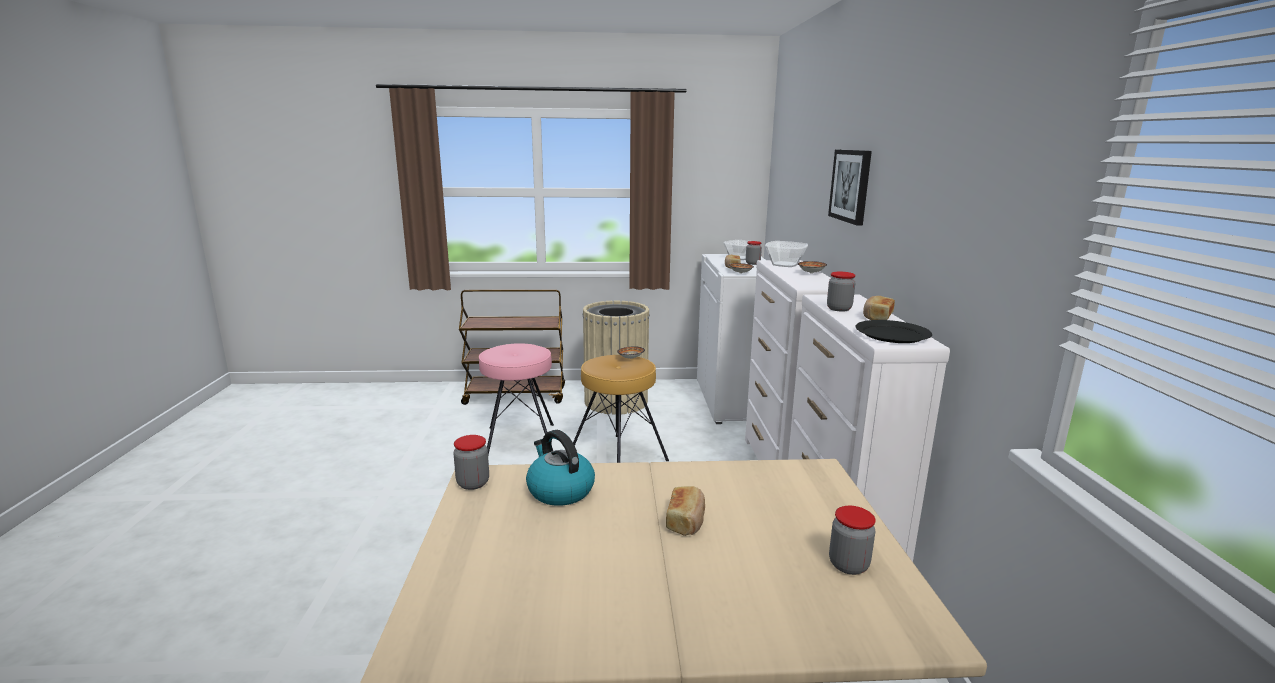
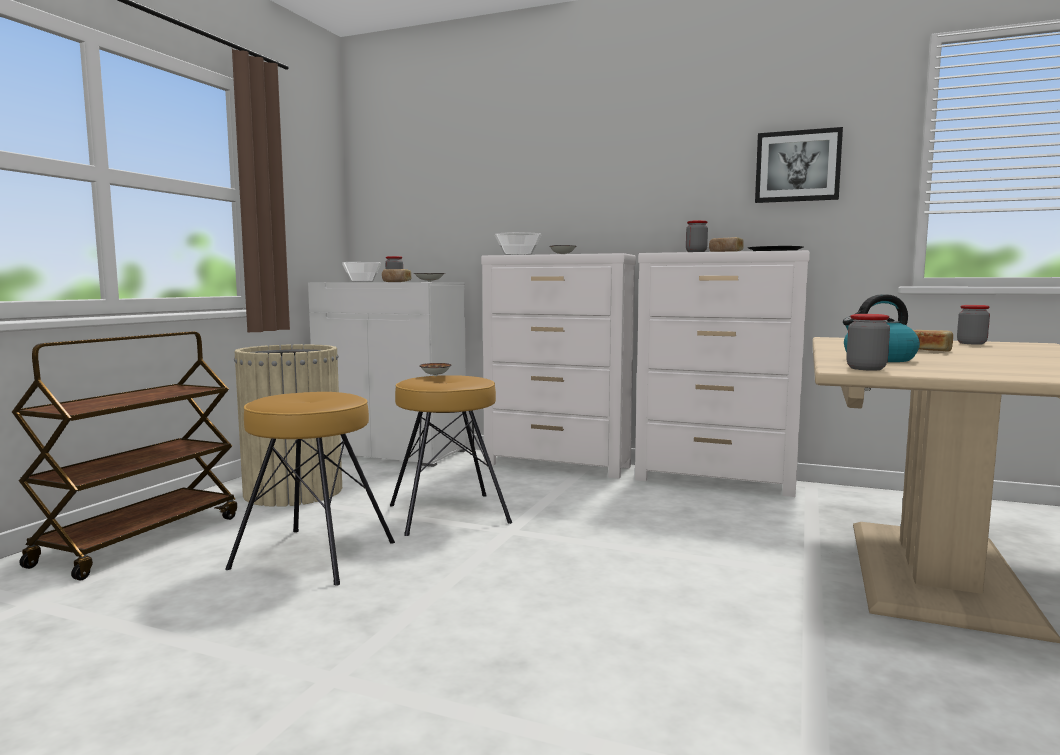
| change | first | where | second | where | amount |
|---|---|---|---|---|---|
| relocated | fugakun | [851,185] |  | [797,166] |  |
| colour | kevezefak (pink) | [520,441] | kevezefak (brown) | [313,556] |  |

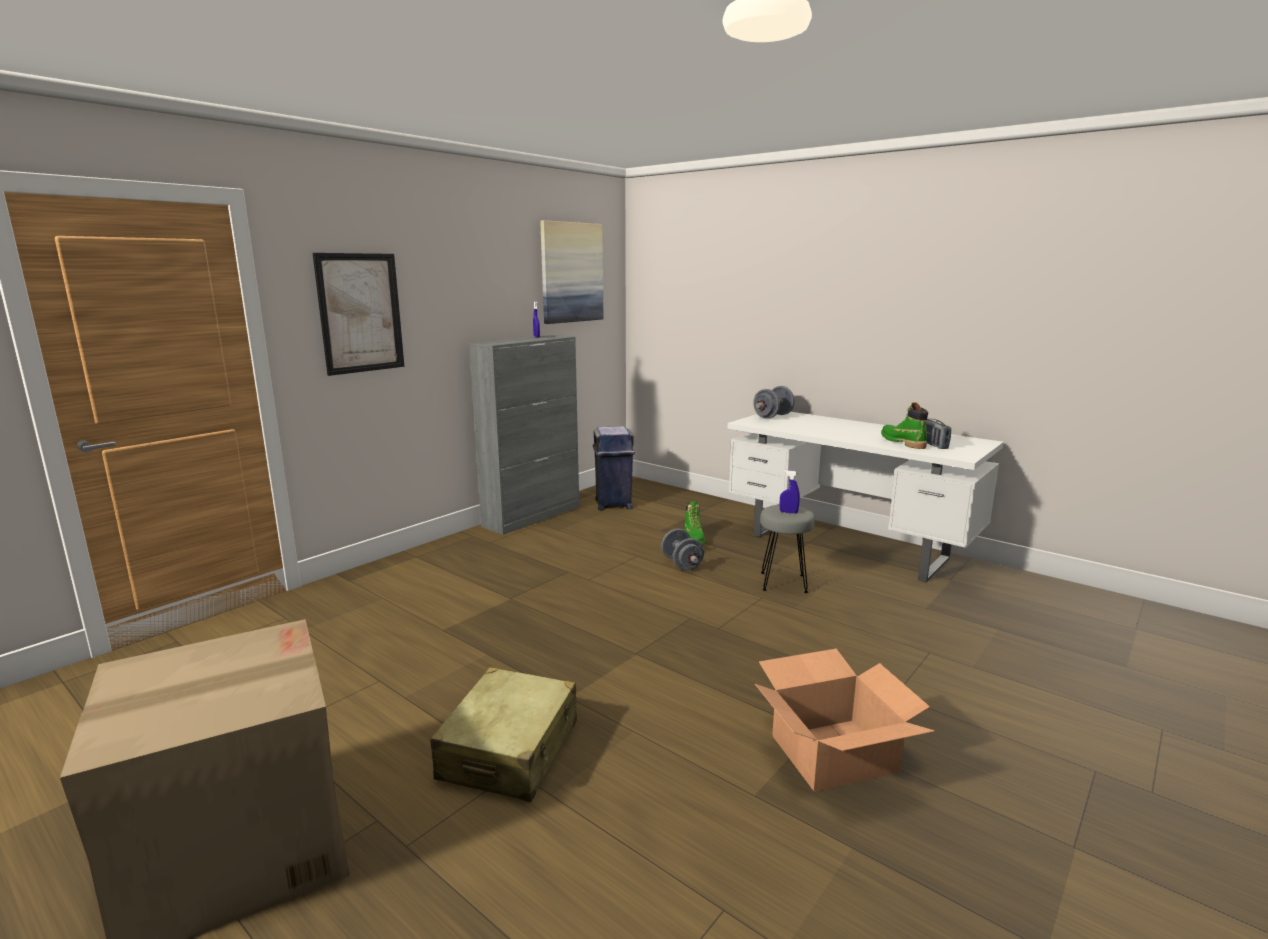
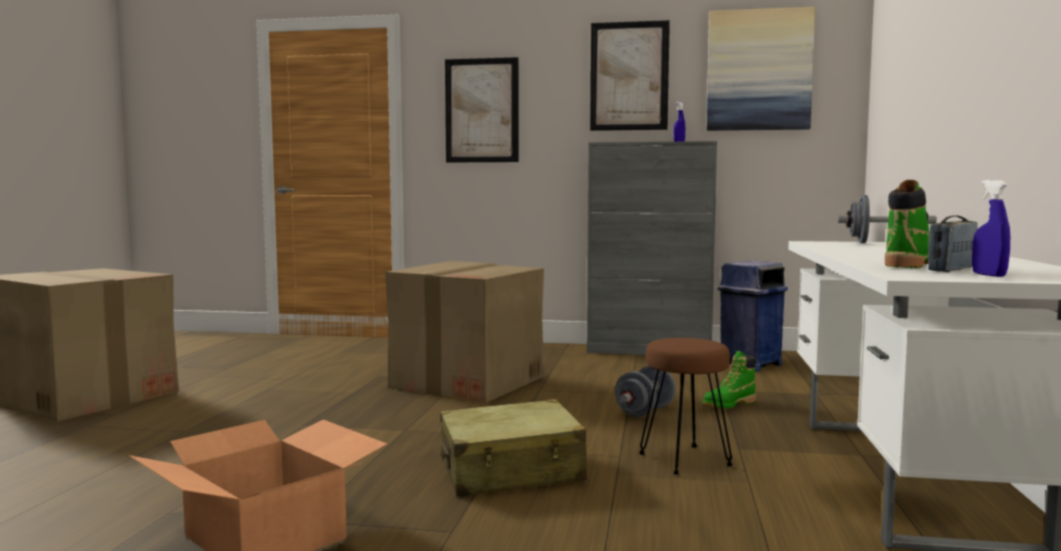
| change | first | where | second | where | amount |
|---|---|---|---|---|---|
| appeared |  |  | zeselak | [468,381] |  |
| appeared |  |  | fugakun | [629,76] |  |
| relocated | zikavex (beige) | [510,750] |  | [511,471] |  |
| relocated | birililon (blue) | [788,512] |  | [988,275] |  |
| colour | kevezefak (grey) | [782,582] | kevezefak (brown) | [684,459] |  |

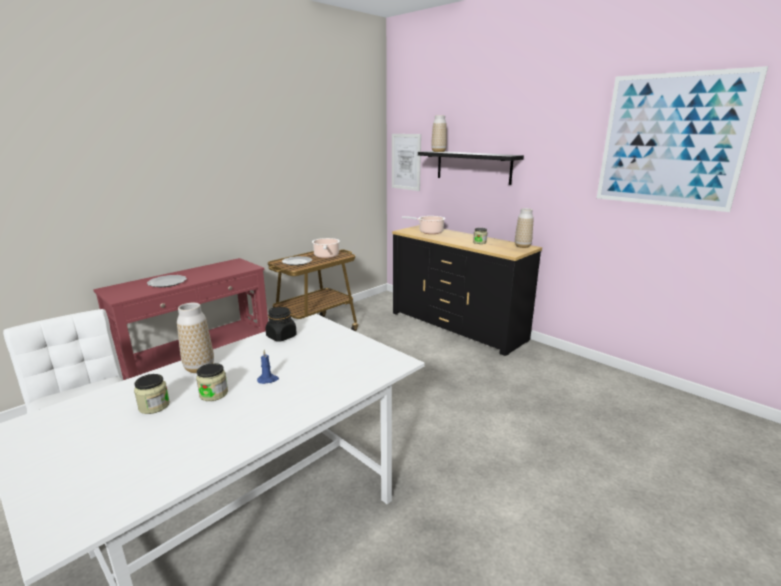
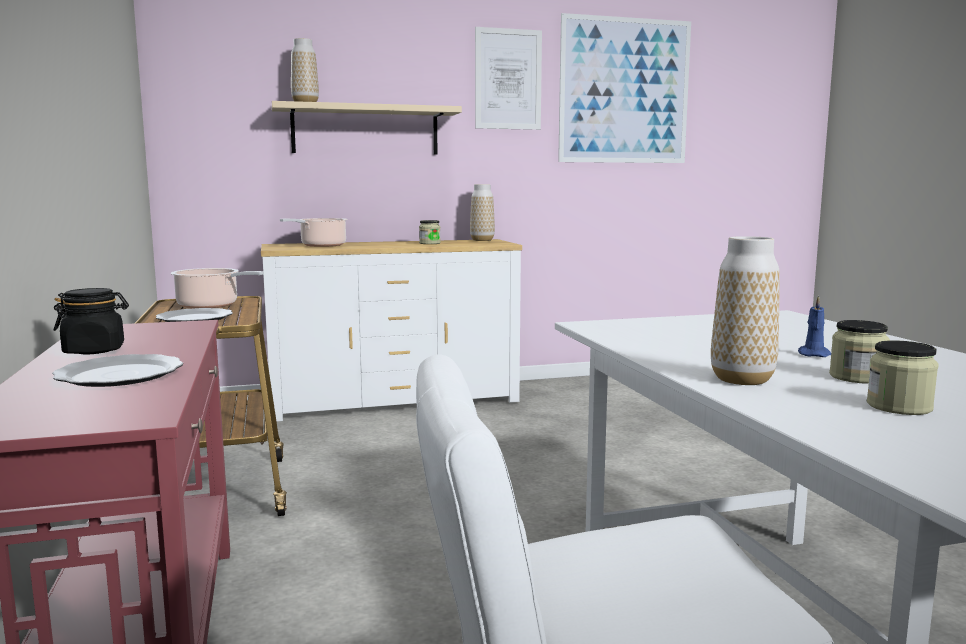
| change | first | where | second | where | amount |
|---|---|---|---|---|---|
| relocated | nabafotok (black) | [281,336] |  | [95,350] |  |
| relocated | fugakun | [406,162] |  | [508,79] |  |
| colour | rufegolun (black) | [457,326] | rufegolun (white) | [394,401] |  |
| colour | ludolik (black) | [473,167] | ludolik (beige) | [365,130] |  |

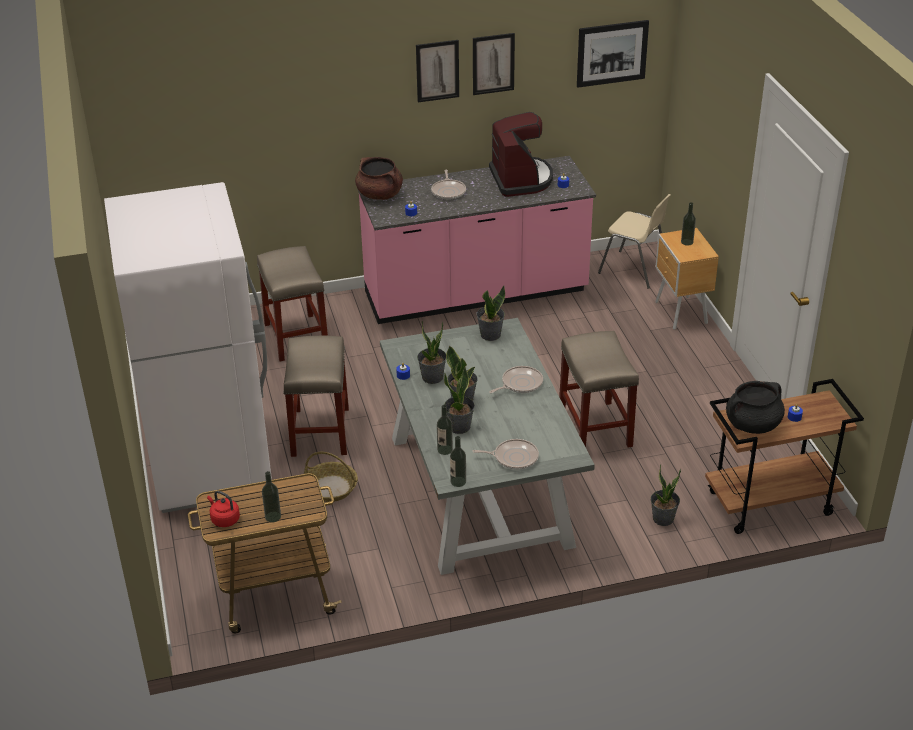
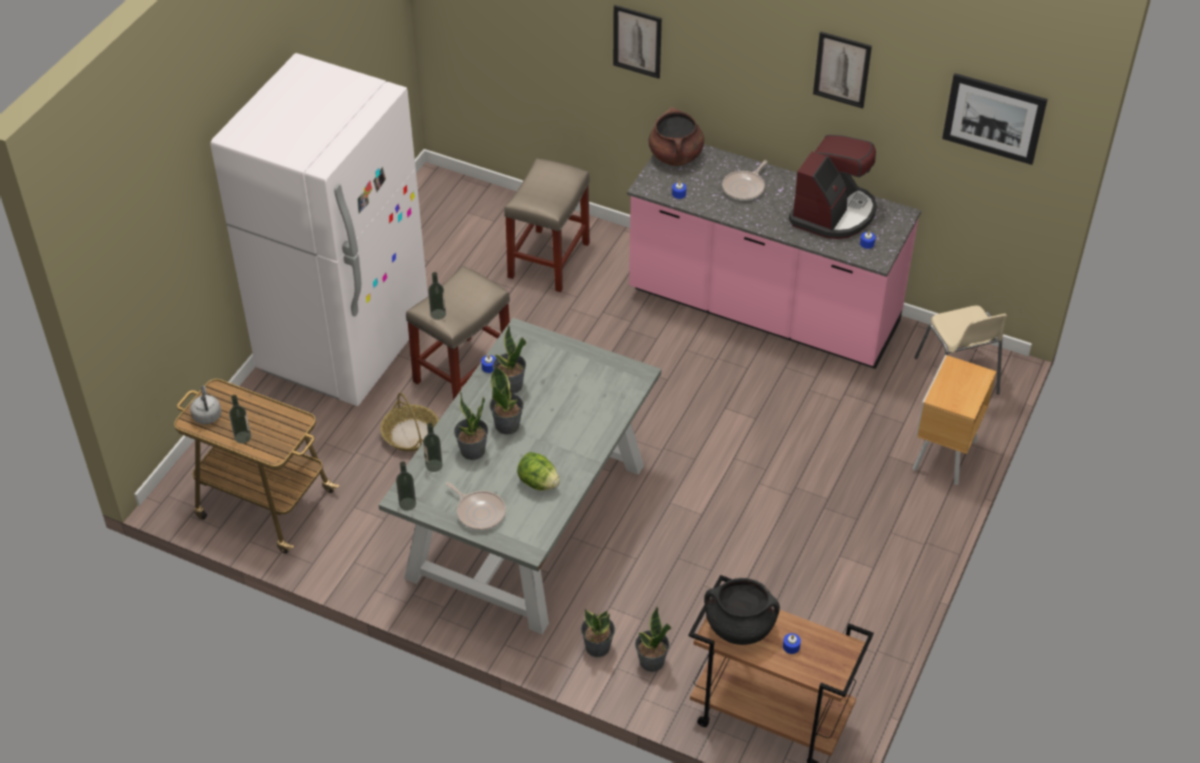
| change | first | where | second | where | amount |
|---|---|---|---|---|---|
| missing | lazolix | [520,384] |  |  |  |
| missing | kevezefak (beige) | [595,428] |  |  |  |
| appeared |  |  | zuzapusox | [538,483] |  |
| relocated | fugakun | [437,71] |  | [637,41] |  |
| relocated | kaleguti | [490,334] |  | [597,646] |  |
| relocated | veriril | [687,242] |  | [438,314] |  |
| colour | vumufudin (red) | [224,519] | vumufudin (grey) | [207,415] |  |

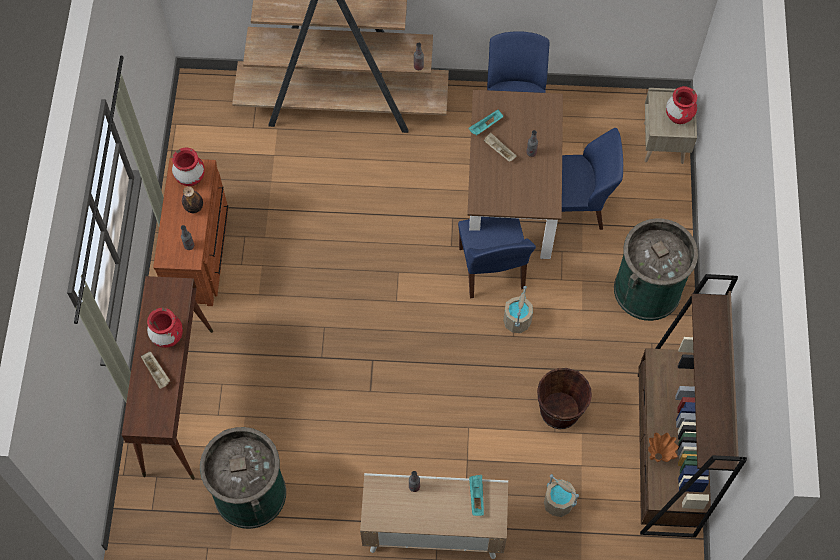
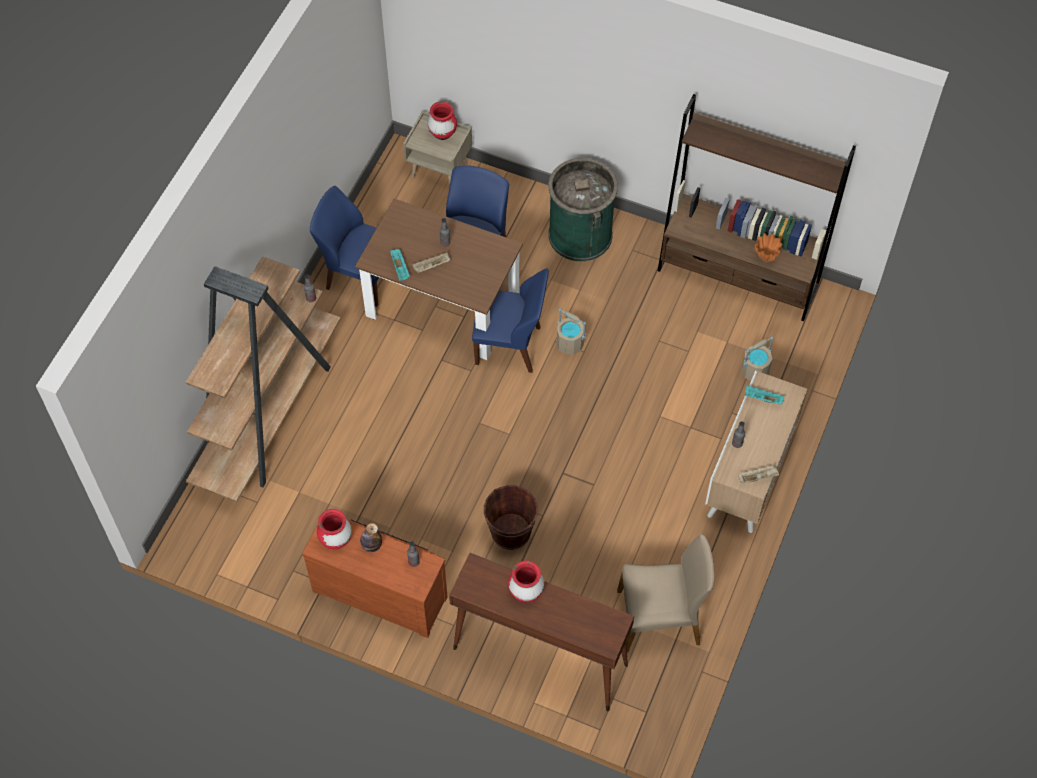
| change | first | where | second | where | amount |
|---|---|---|---|---|---|
| relocated | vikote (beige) | [157,372] |  | [758,477] |  |
| relocated | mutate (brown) | [559,411] |  | [510,532] |  |
| exchanged | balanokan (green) | [250,493] | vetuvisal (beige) | [660,618] |  |

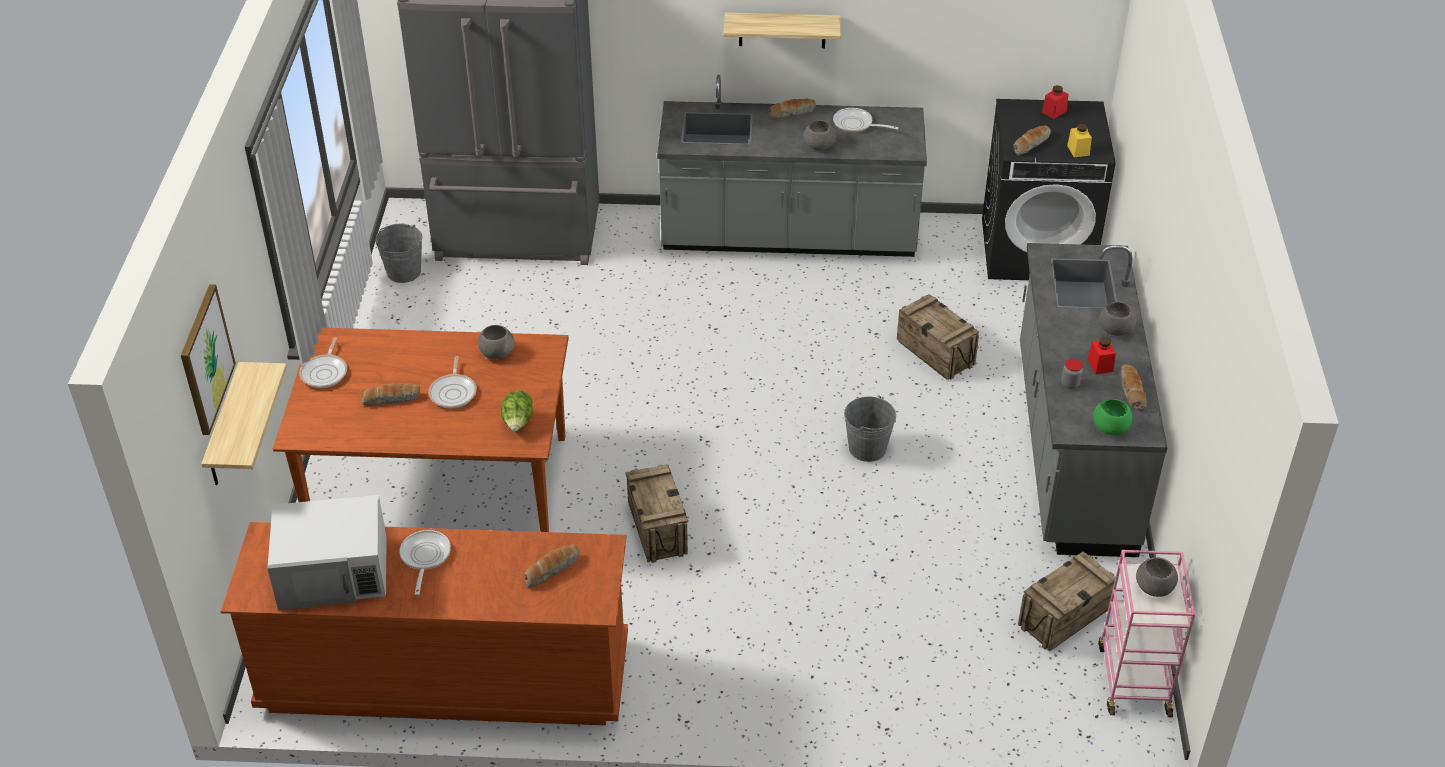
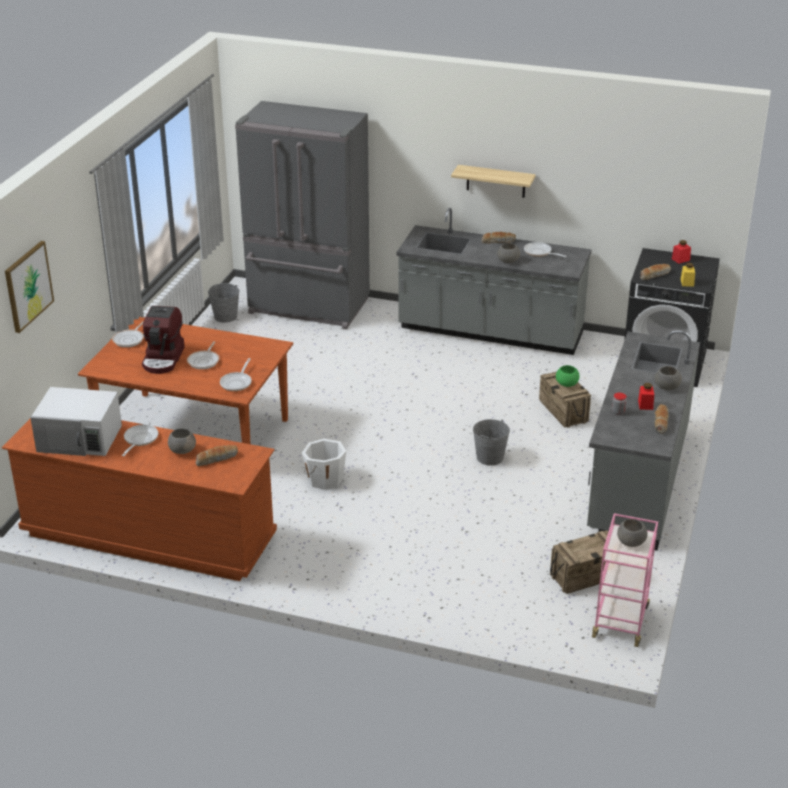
| change | first | where | second | where | amount |
|---|---|---|---|---|---|
| missing | ludolik | [224,428] |  |  |  |
| relocated | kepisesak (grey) | [497,352] |  | [182,450] |  |
| relocated | kepisesak (green) | [1110,428] |  | [567,384] |  |
| exchanged | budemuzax | [391,398] | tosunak | [164,359] |  |
| exchanged | zuzapusox | [518,423] | lazolix | [237,383] |  |
| exchanged | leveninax | [656,529] | mutate (white) | [324,479] |  |

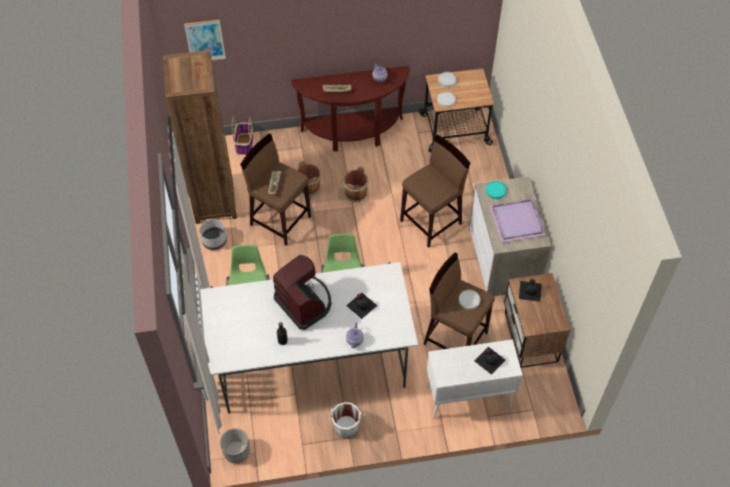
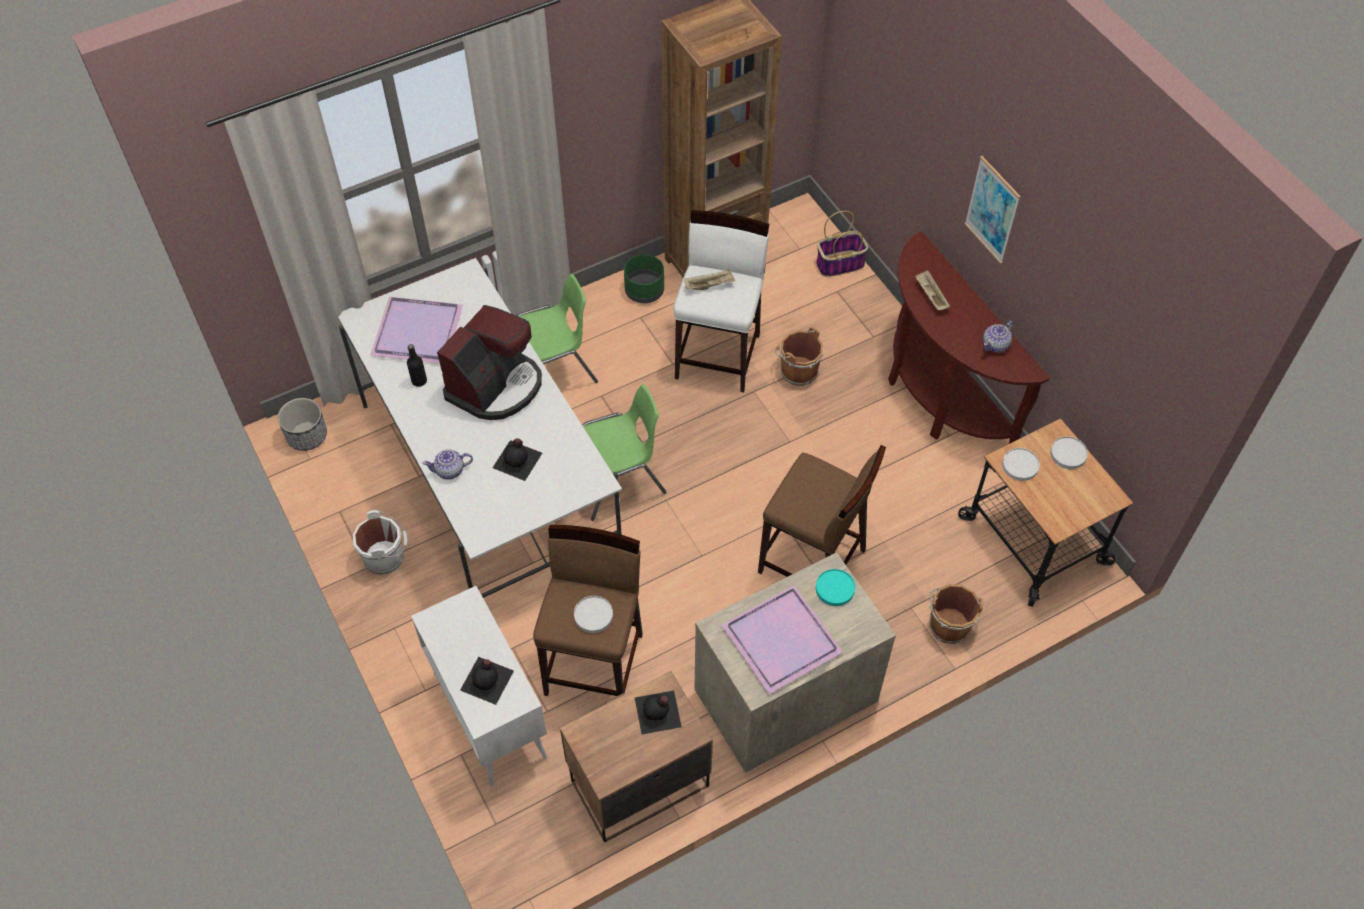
| change | first | where | second | where | amount |
|---|---|---|---|---|---|
| appeared |  |  | vikote (purple) | [416,331] |  |
| relocated | fugakun | [205,41] |  | [992,210] |  |
| relocated | mutate (brown) | [354,193] |  | [948,624] |  |
| colour | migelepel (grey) | [214,241] | migelepel (green) | [644,291] |  |
| colour | kevezefak (brown) | [280,220] | kevezefak (white) | [719,356] |  |

